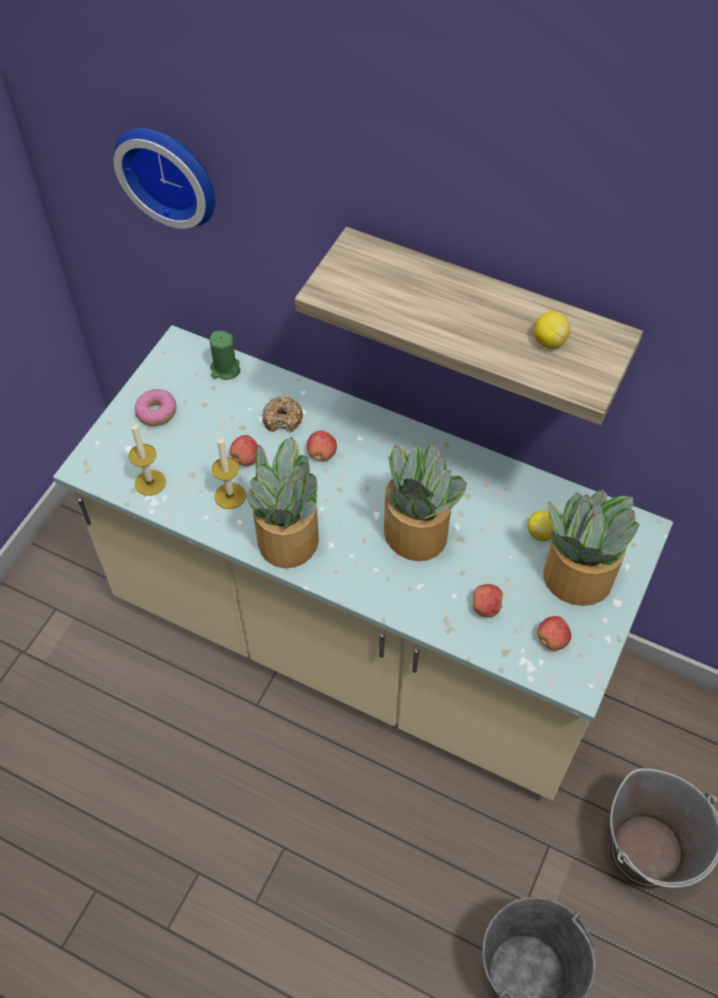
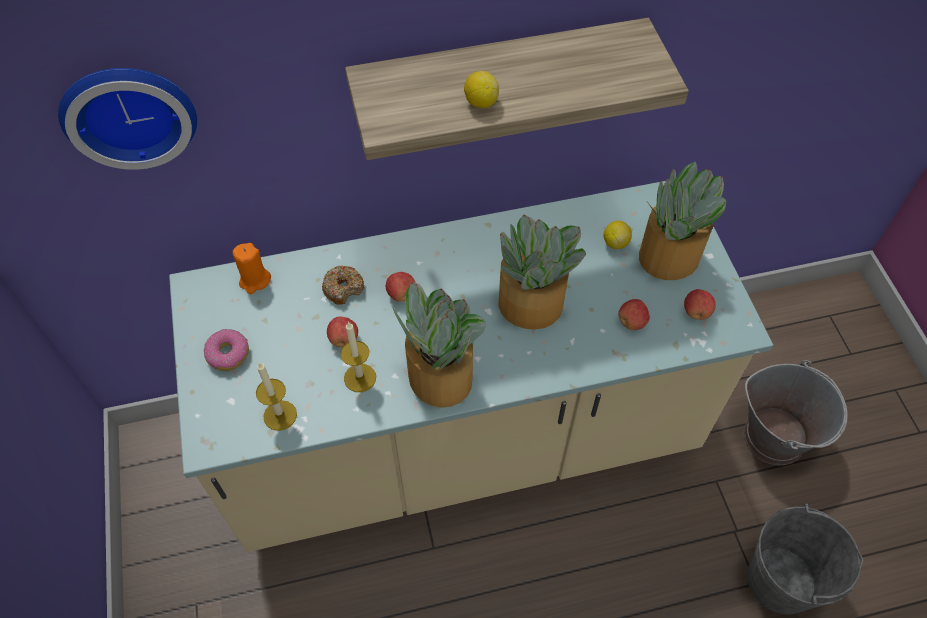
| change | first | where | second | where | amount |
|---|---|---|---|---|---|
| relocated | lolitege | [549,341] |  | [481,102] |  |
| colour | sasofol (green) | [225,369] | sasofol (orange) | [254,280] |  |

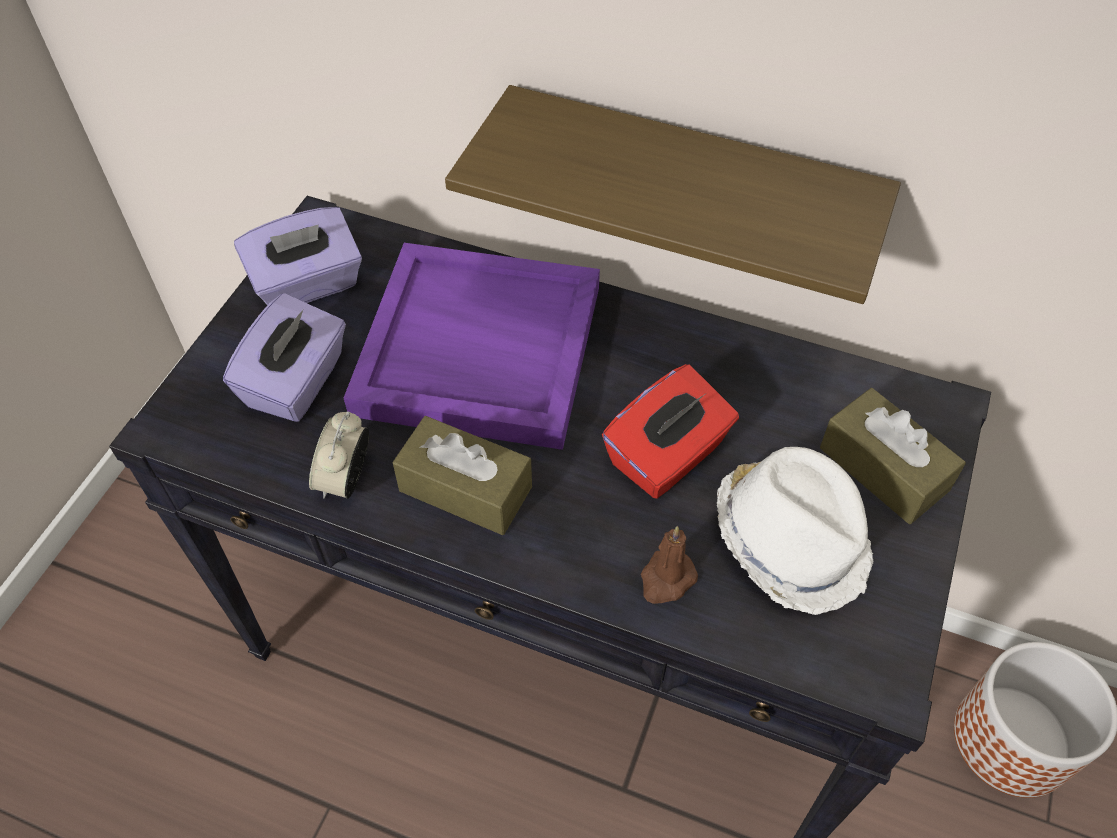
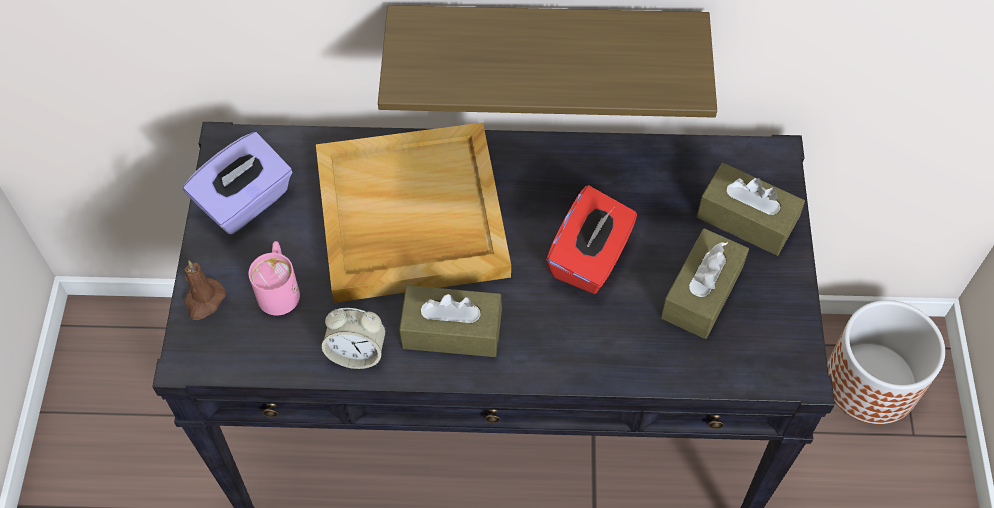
| change | first | where | second | where | amount |
|---|---|---|---|---|---|
| relocated | sasofol (brown) | [666,579] |  | [204,300] |  |
| exchanged | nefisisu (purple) | [297,382] | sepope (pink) | [279,288] |  |
| exchanged | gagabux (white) | [792,540] | nefisisu (brown) | [701,293] |  |
| colour | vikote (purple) | [477,351] | vikote (beige) | [410,217] |  |
| spun | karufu | [346,479] |  | [357,353] | 75 degrees counterclockwise |

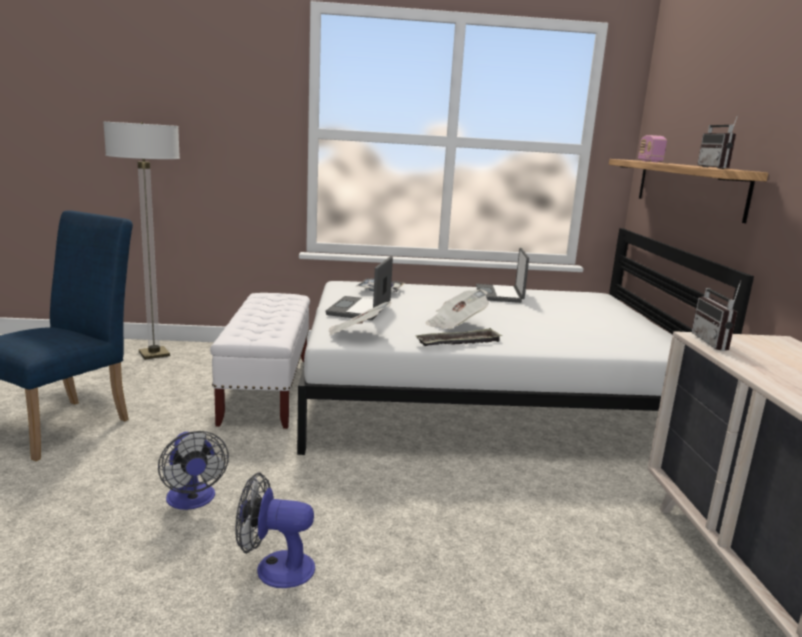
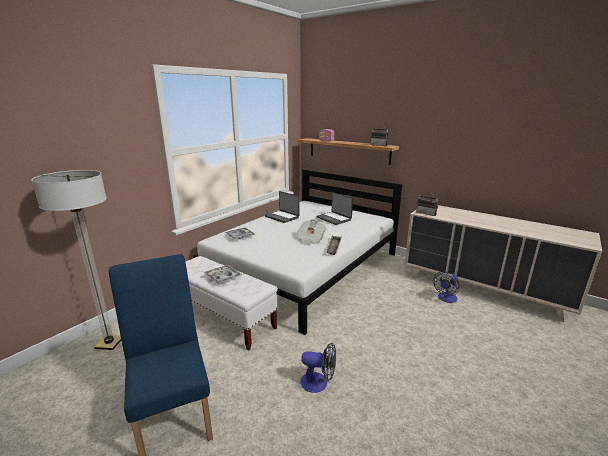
| change | first | where | second | where | amount |
|---|---|---|---|---|---|
| missing | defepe | [356,335] |  |  |  |
| appeared |  |  | vikote | [223,277] |  |
| relocated | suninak | [275,568] |  | [446,299] |  |
| relocated | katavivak | [360,310] |  | [334,218] |  |

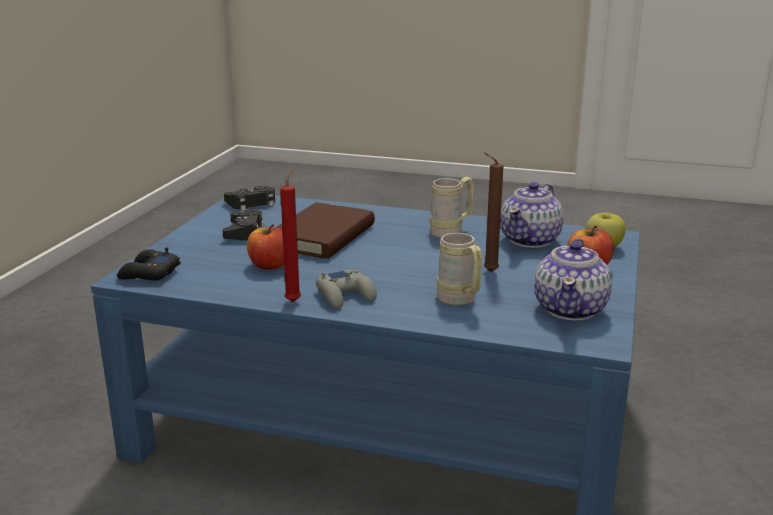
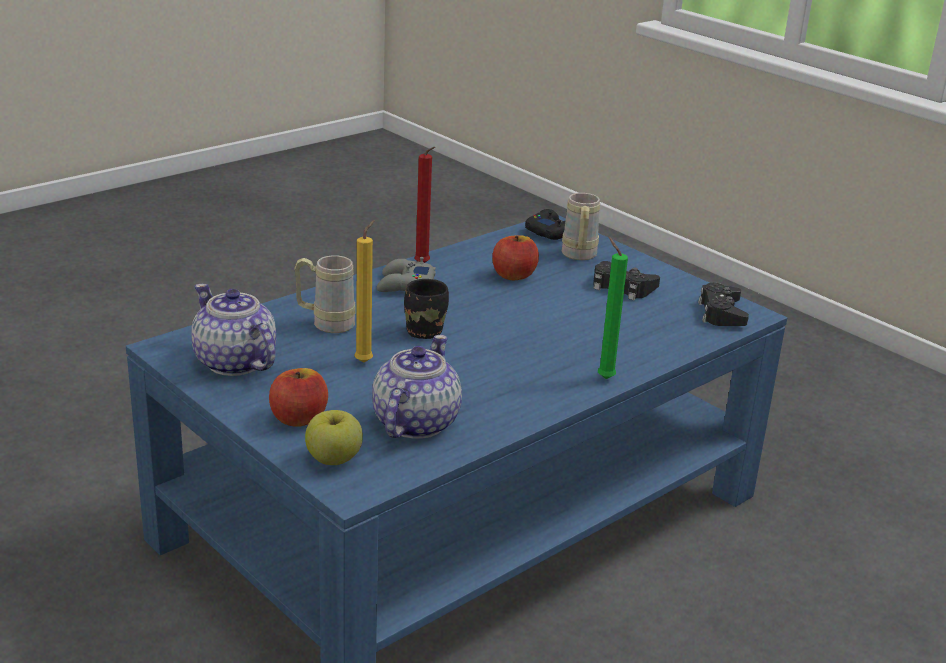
| change | first | where | second | where | amount |
|---|---|---|---|---|---|
| missing | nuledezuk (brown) | [323,236] |  |  |  |
| appeared |  |  | sepope (black) | [425,330] |  |
| appeared |  |  | sasofol (green) | [603,377] |  |
| relocated | sepope (beige) | [451,232] |  | [578,257] |  |
| colour | sasofol (brown) | [488,272] | sasofol (yellow) | [365,361] |  |
| spun | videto | [531,240] |  | [414,423] | 45 degrees clockwise |

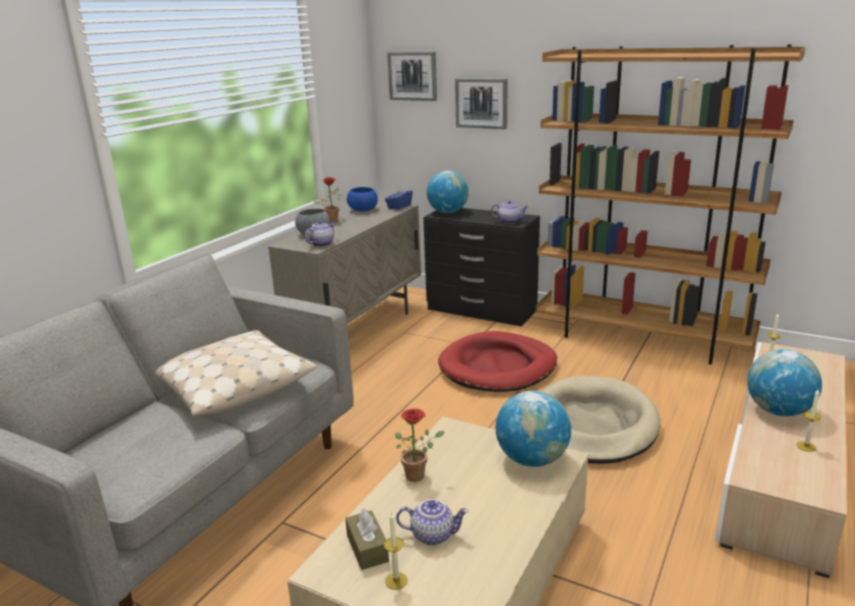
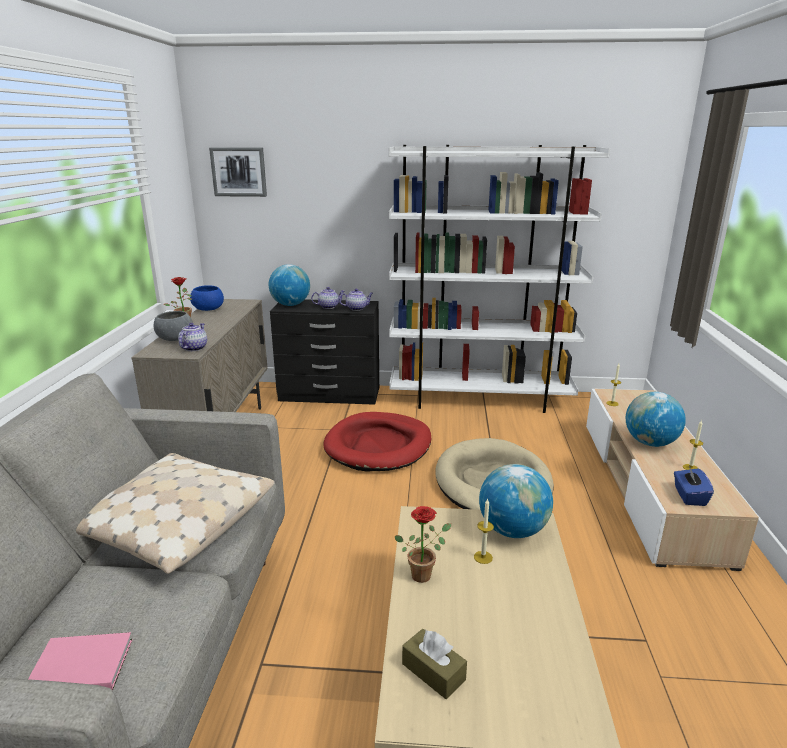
| change | first | where | second | where | amount |
|---|---|---|---|---|---|
| missing | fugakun | [481,103] |  |  |  |
| appeared |  |  | nuledezuk (pink) | [79,666] |  |
| relocated | sasofol | [396,581] |  | [483,557] |  |
| relocated | nefisisu (blue) | [399,206] |  | [689,496] |  |
| relocated | videto | [433,535] |  | [328,306] |  |
| colour | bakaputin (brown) | [642,338] | bakaputin (white) | [480,399] |  |

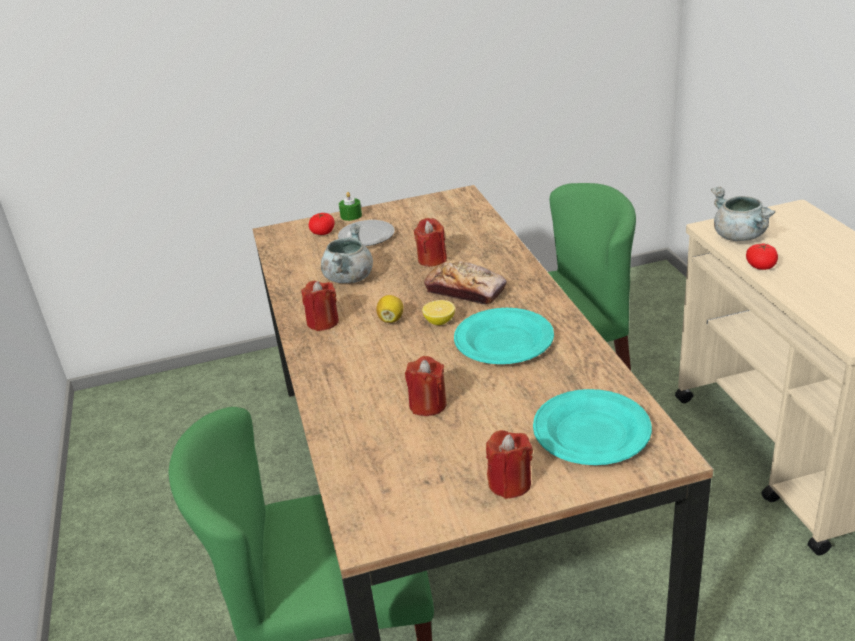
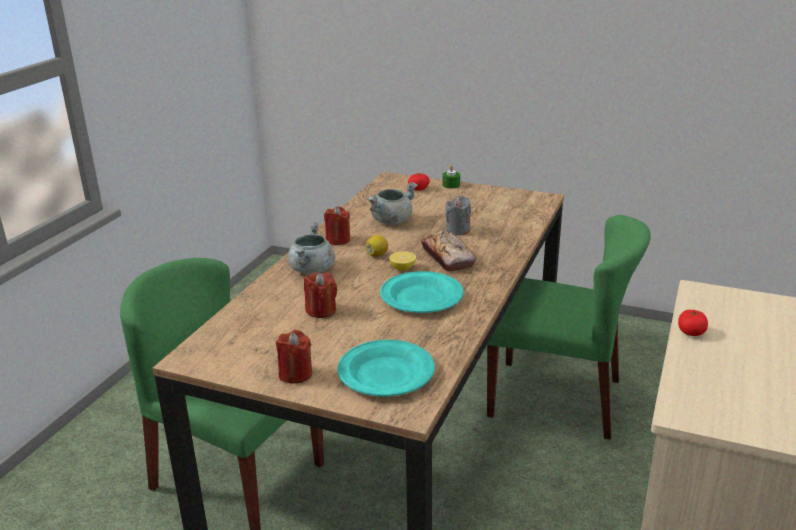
| change | first | where | second | where | amount |
|---|---|---|---|---|---|
| missing | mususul | [367,236] |  |  |  |
| relocated | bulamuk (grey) | [740,236] |  | [312,270] |  |
| colour | sasofol (red) | [432,259] | sasofol (grey) | [458,230] |  |

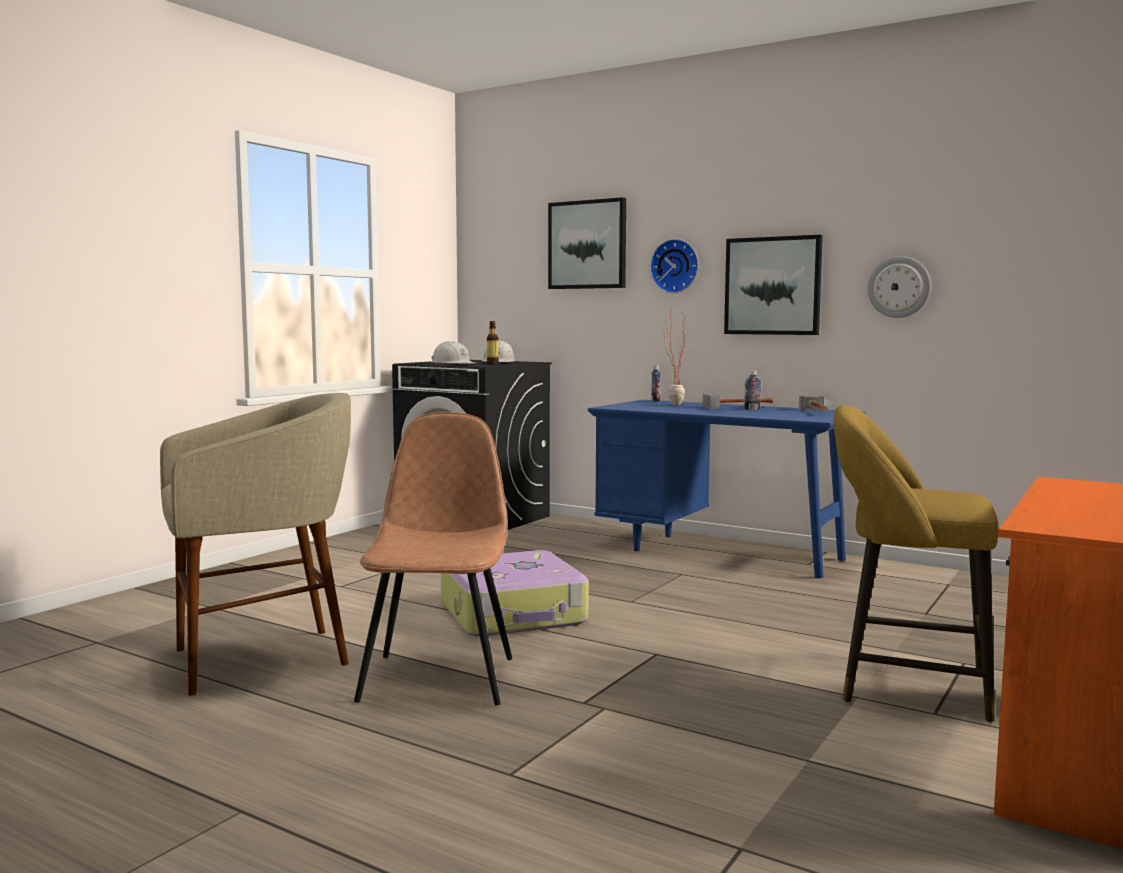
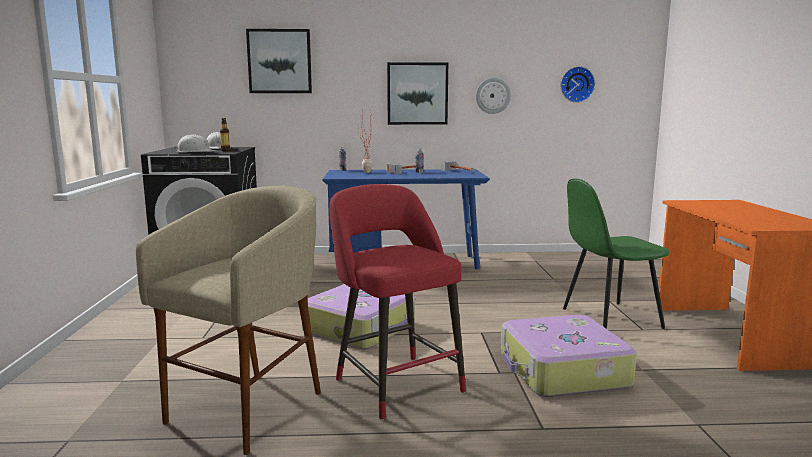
| change | first | where | second | where | amount |
|---|---|---|---|---|---|
| appeared |  |  | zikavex | [562,371] |  |
| relocated | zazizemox | [675,266] |  | [576,84] |  |
| exchanged | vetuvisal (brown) | [439,677] | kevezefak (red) | [395,383] |  |
| exchanged | kevezefak (yellow) | [903,685] | vetuvisal (green) | [608,318] |  |

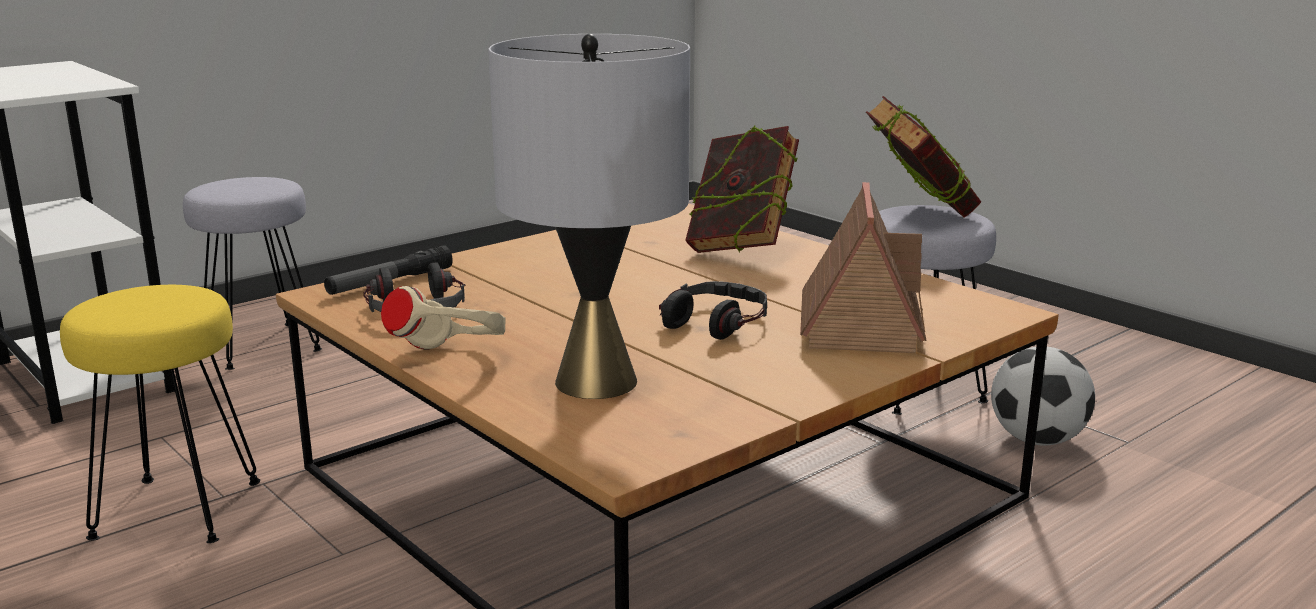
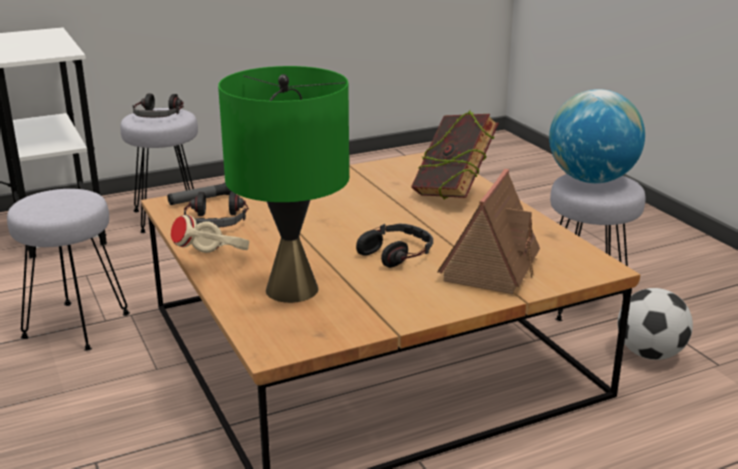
| change | first | where | second | where | amount |
|---|---|---|---|---|---|
| appeared |  |  | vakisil | [159,115] |  |
| exchanged | nuledezuk | [919,214] | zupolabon | [591,180] |  |
| colour | kevezefak (yellow) | [176,511] | kevezefak (grey) | [75,326] |  |
| colour | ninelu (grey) | [596,382] | ninelu (green) | [292,290] |  |

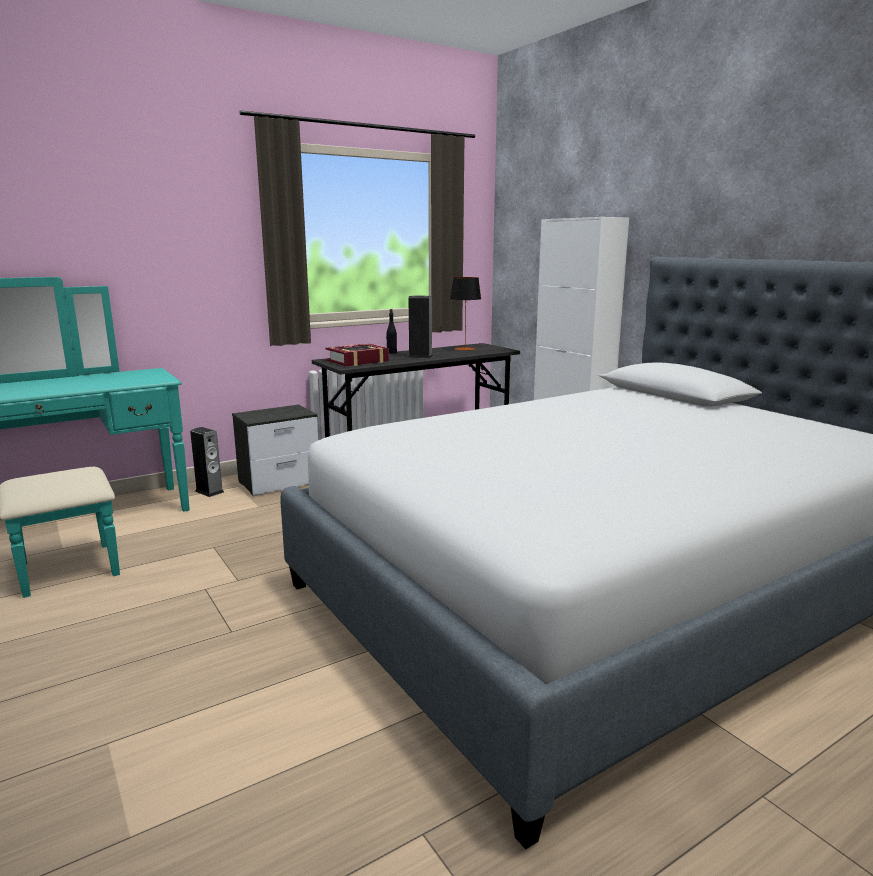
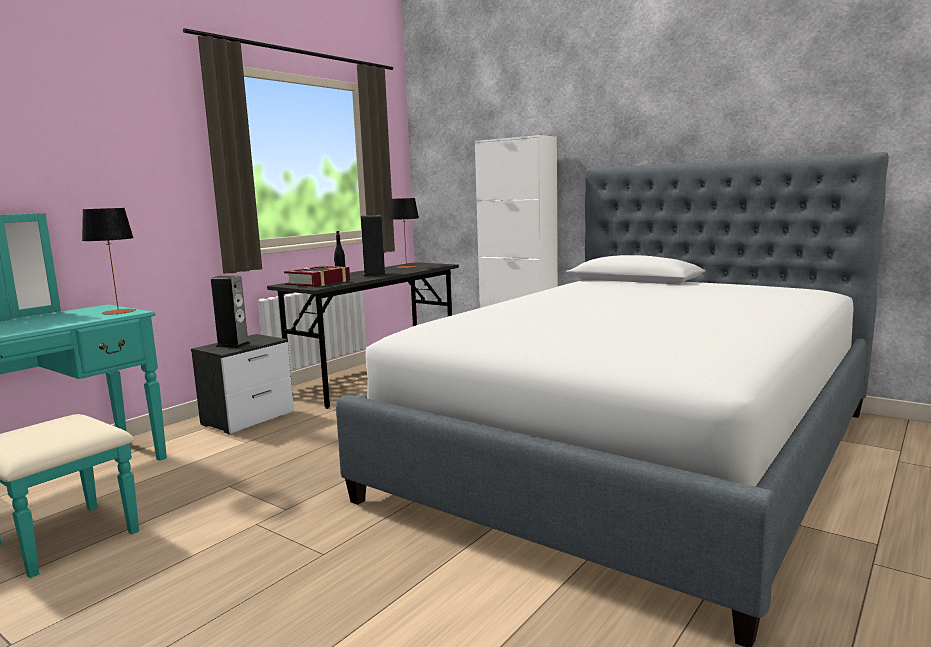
| change | first | where | second | where | amount |
|---|---|---|---|---|---|
| appeared |  |  | ninelu | [118,312] |  |
| relocated | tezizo | [209,491] |  | [233,345] |  |

